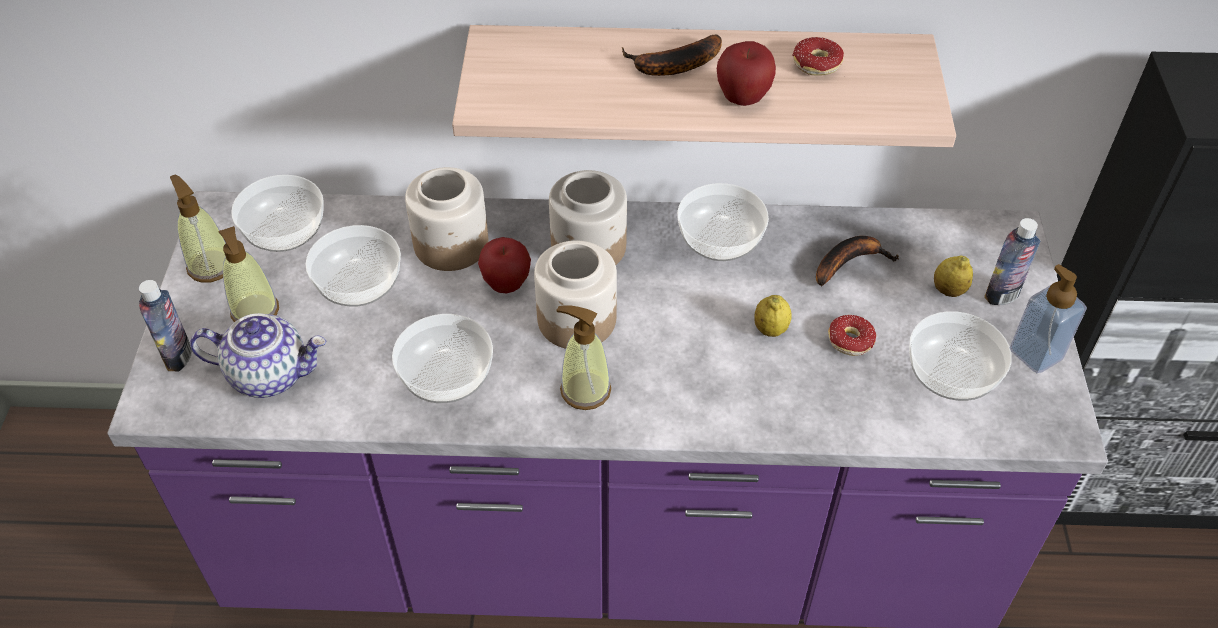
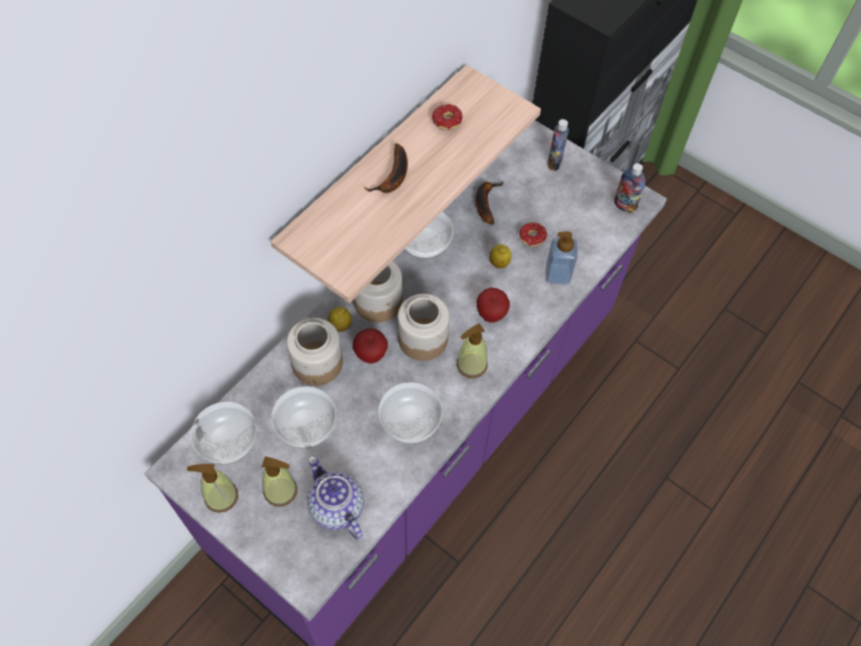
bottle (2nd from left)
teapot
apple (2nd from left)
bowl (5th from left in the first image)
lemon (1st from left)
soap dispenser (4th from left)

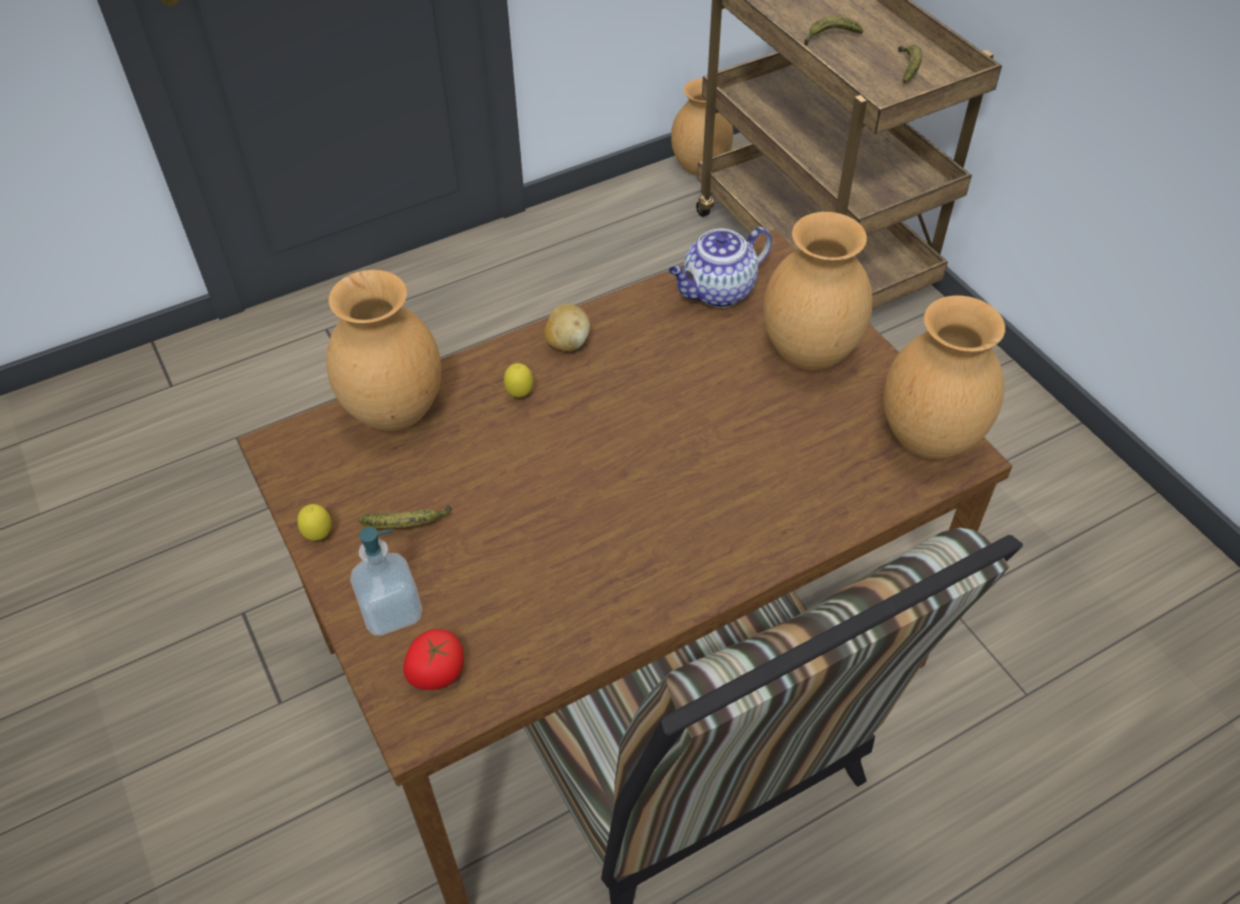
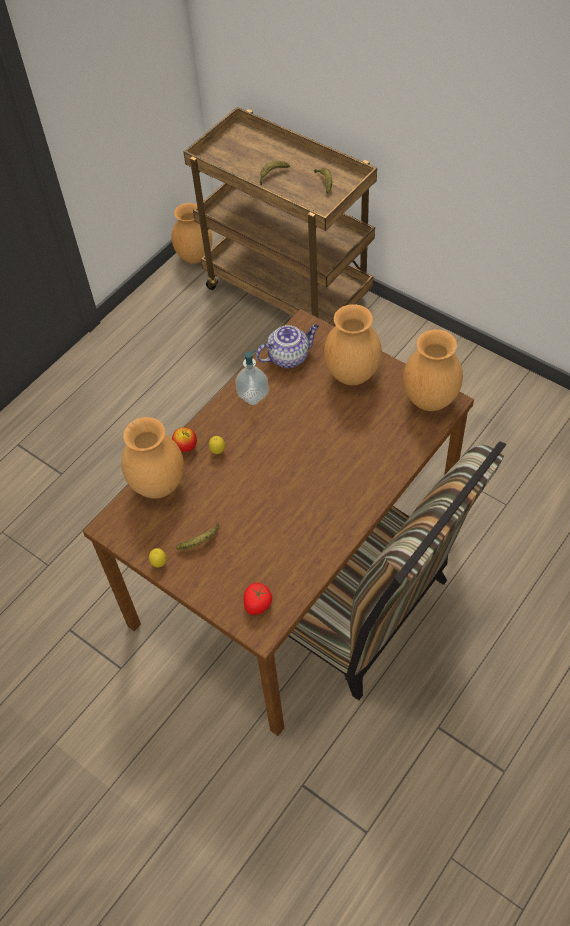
soap dispenser
potato
teapot
apple

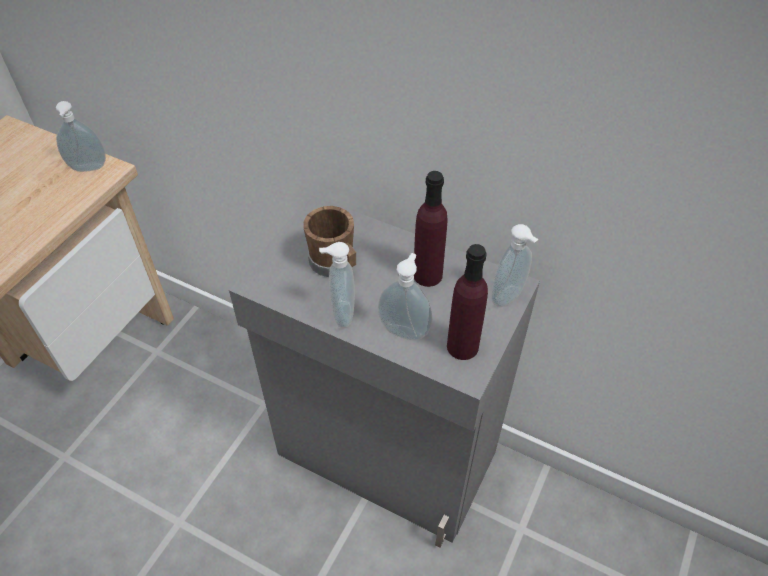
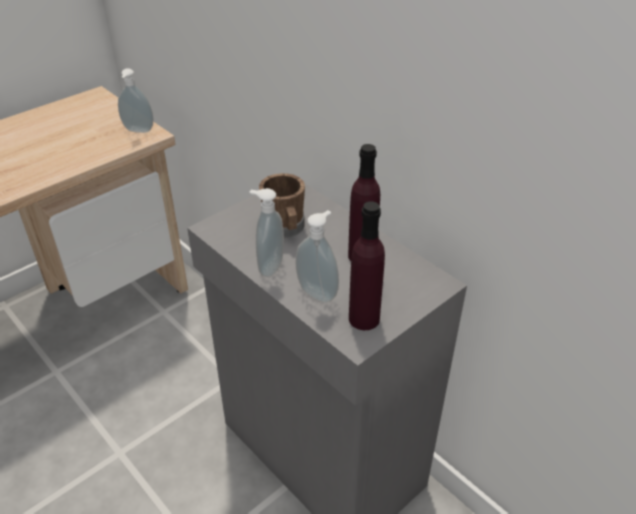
soap dispenser (4th from left in the first image)

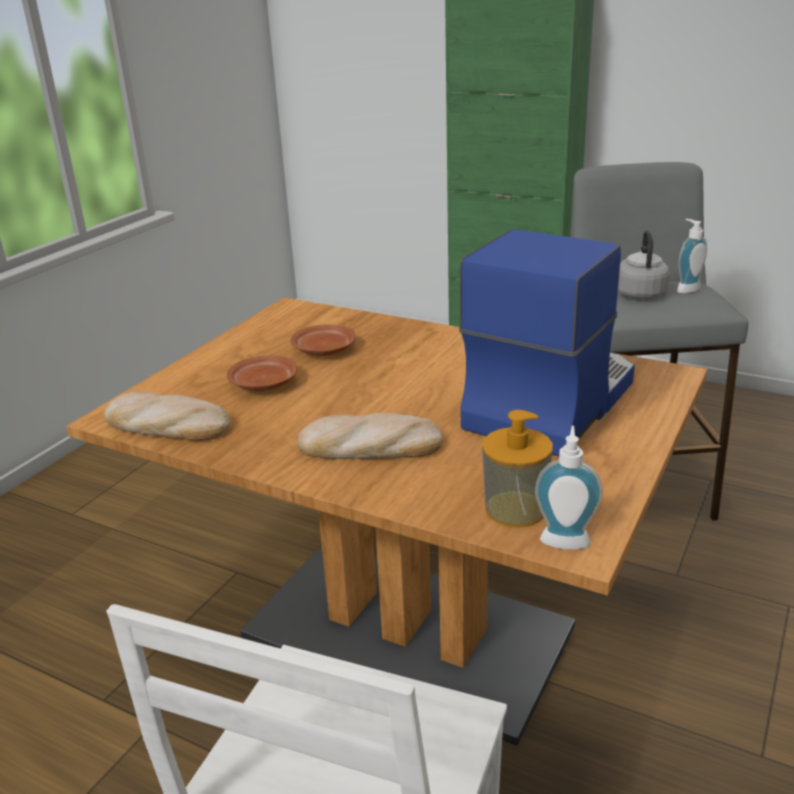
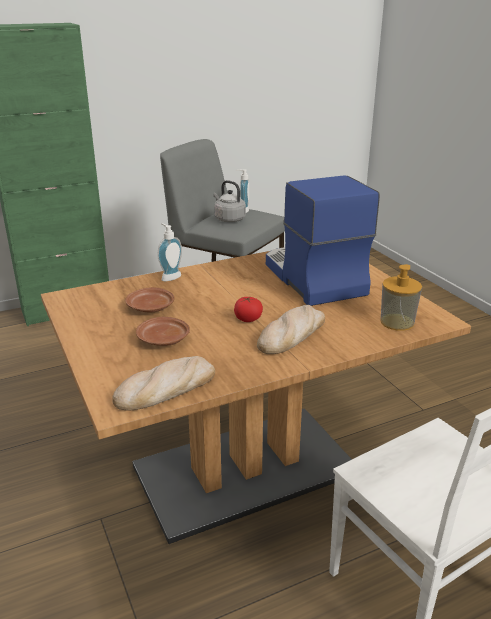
soap dispenser (1st from left)
tomato

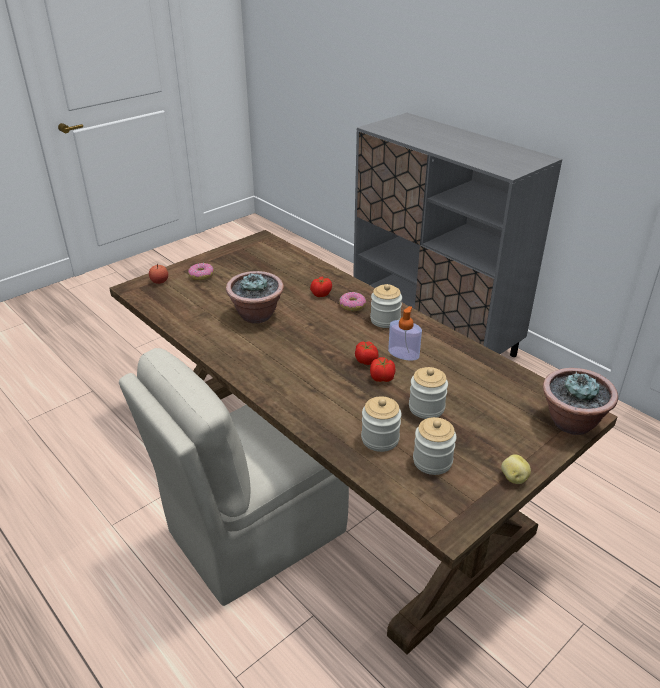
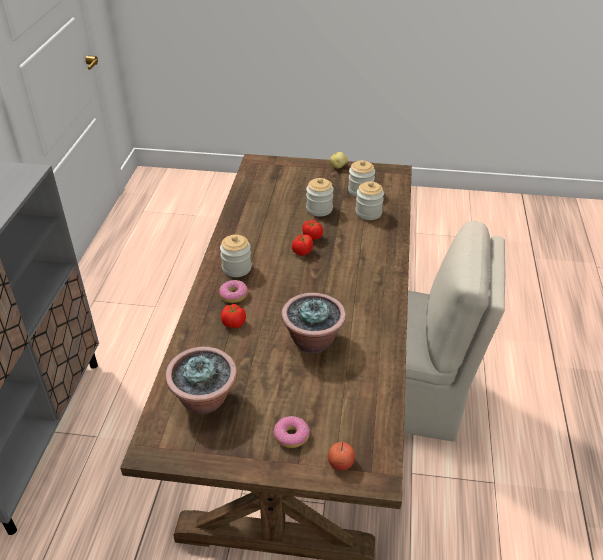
soap dispenser
potted plant (1st from left)

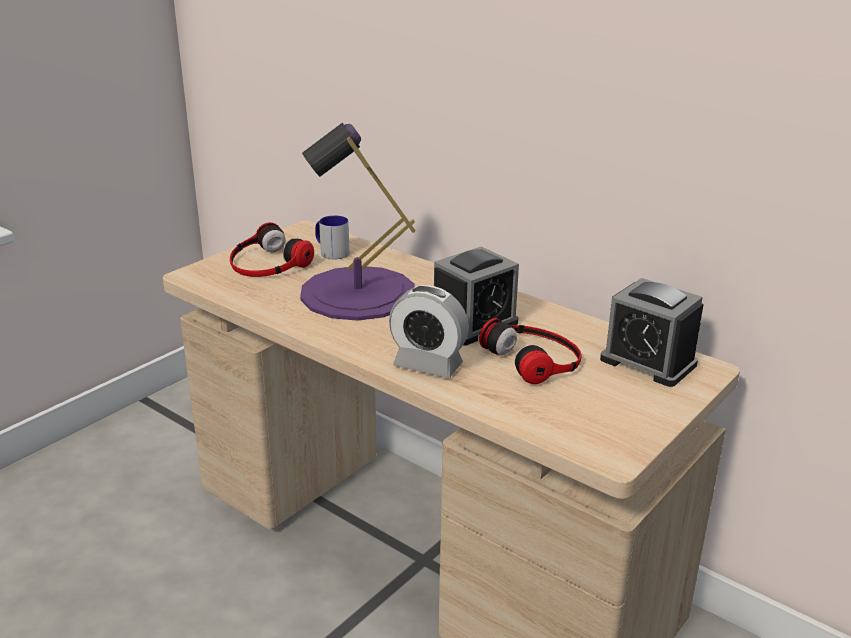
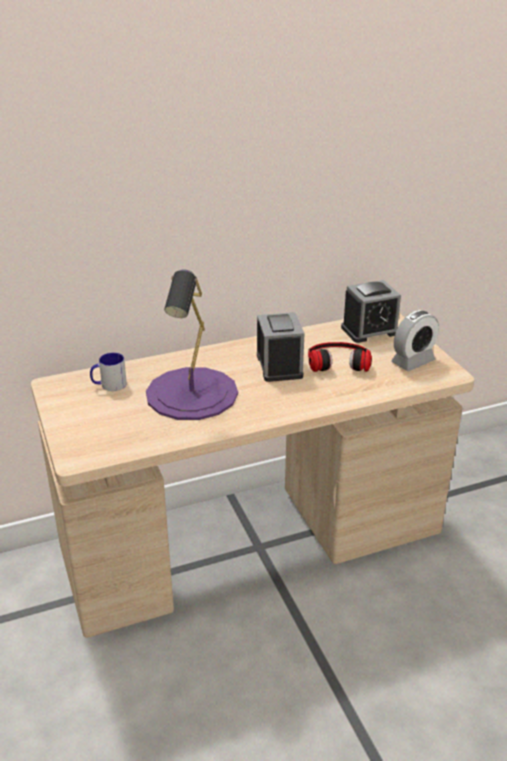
headphones (1st from left in the first image)
alarm clock (3rd from left)

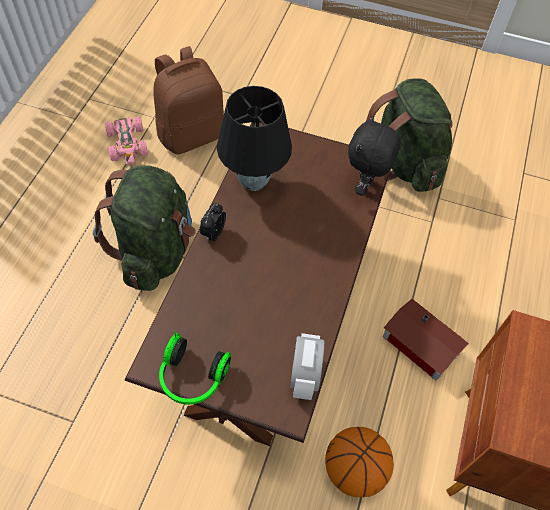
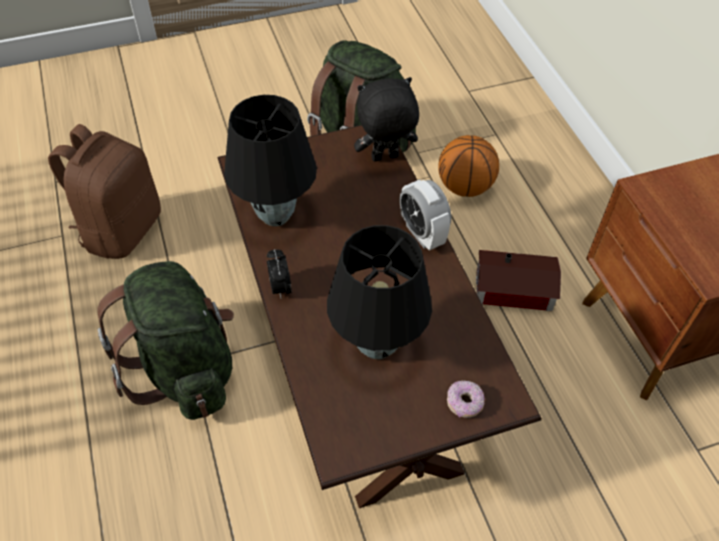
pink toy car
headphones
alarm clock (2nd from left)
basketball
black plush toy
black table lamp (2nd from left)
donut

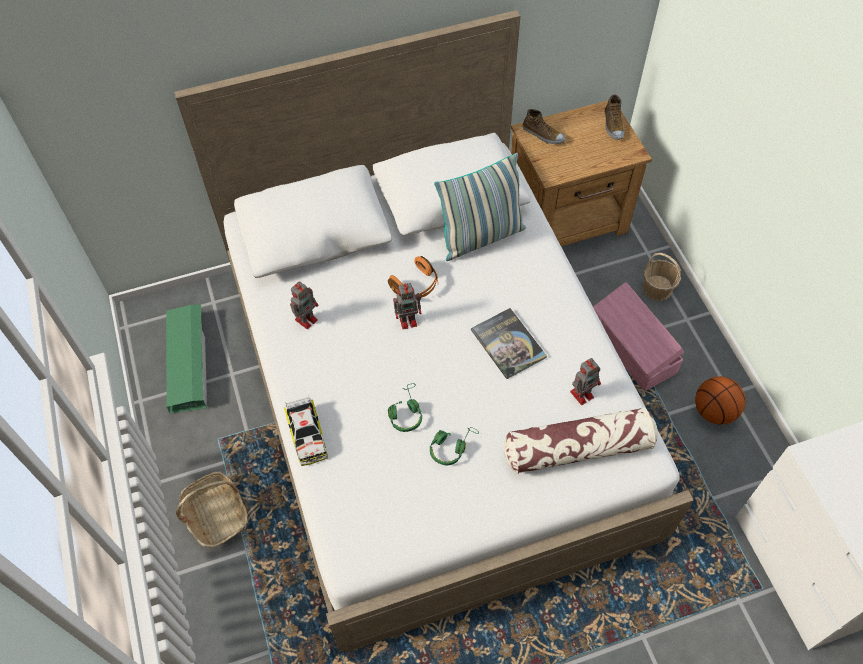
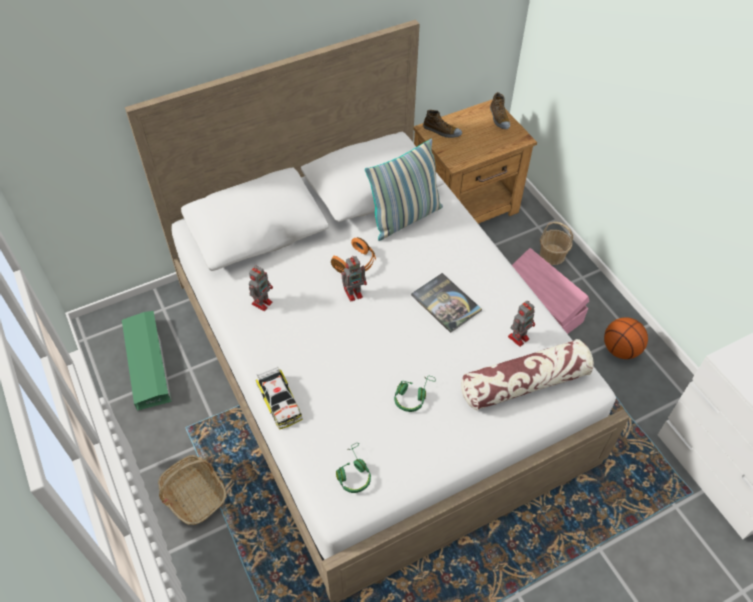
green headphones (1st from left)

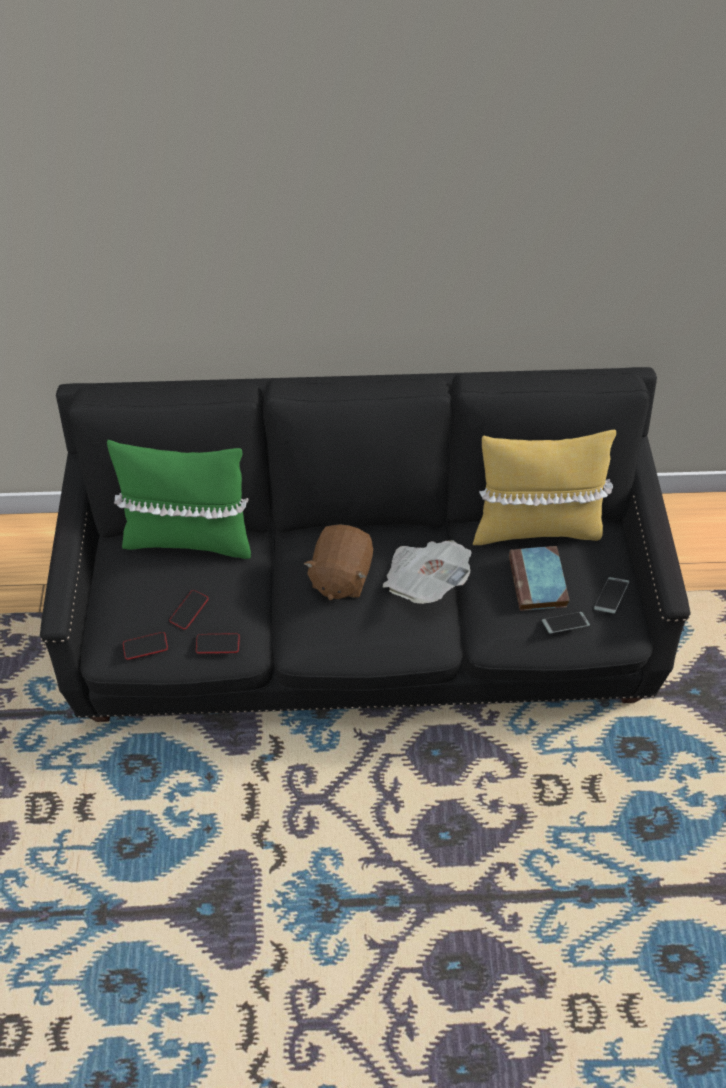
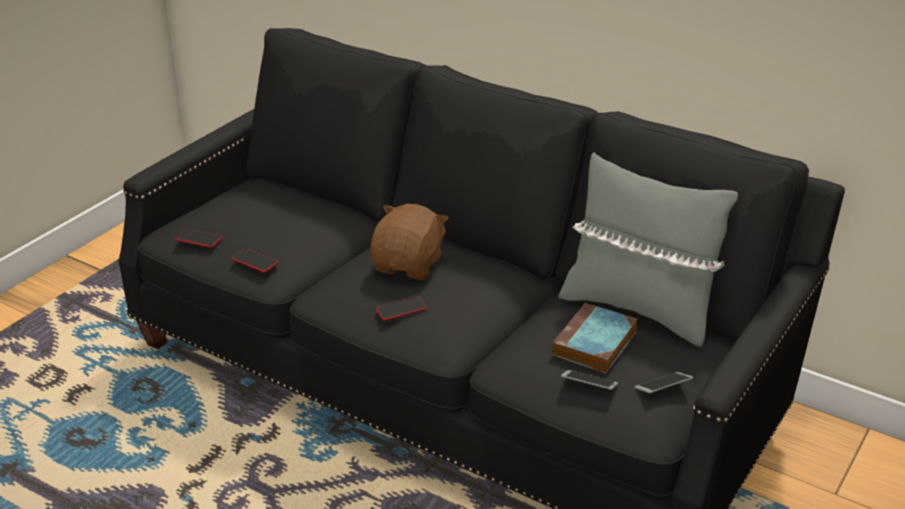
green pillow
phone (3rd from left)
brown plush toy
newspaper
grey pillow

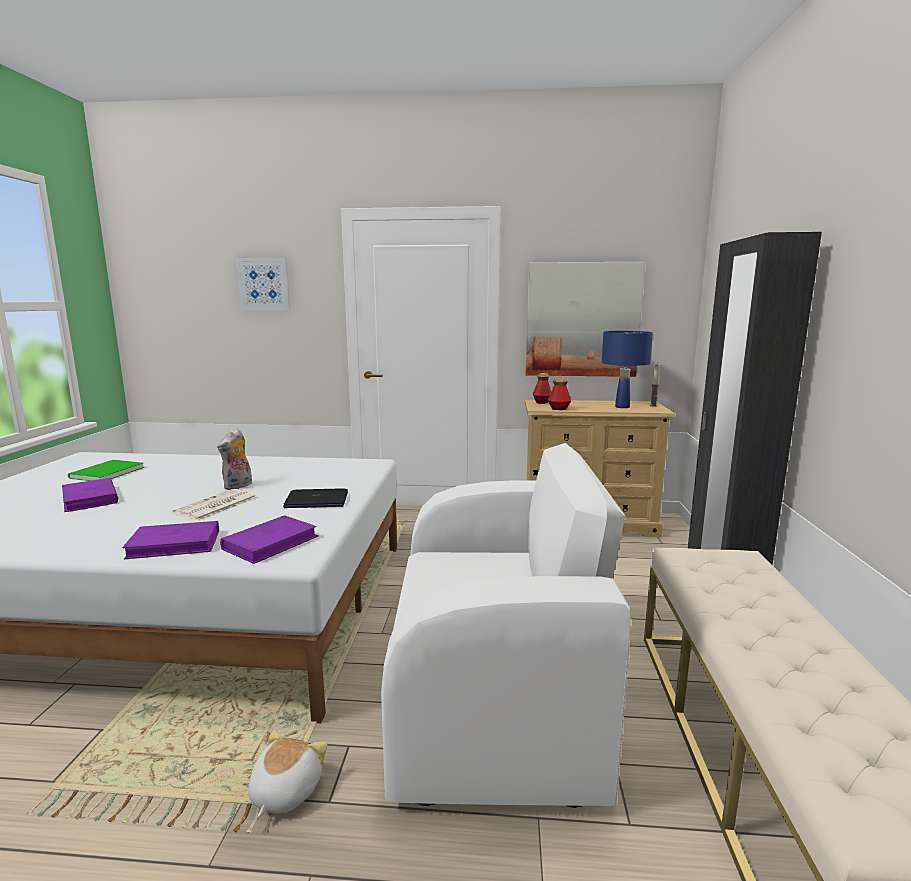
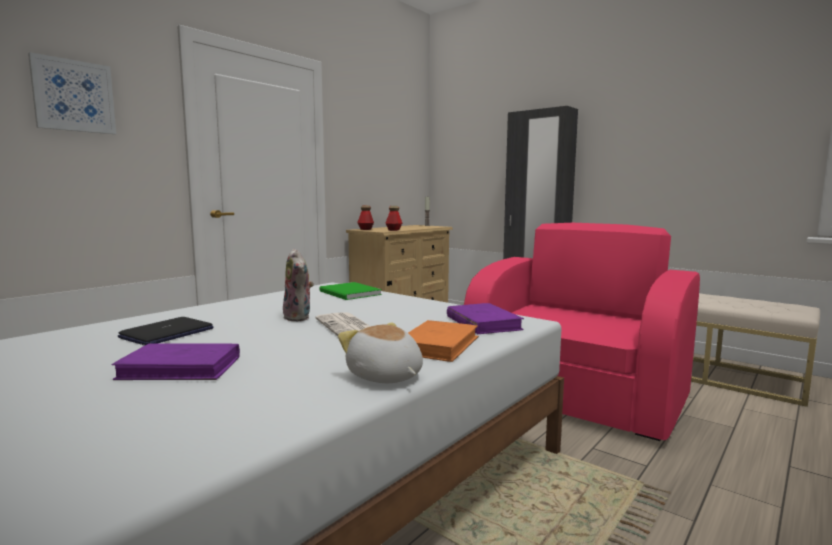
green book
orange book
plush toy (2nd from left)
laptop
pink armchair
picture (2nd from left in the first image)
blue table lamp

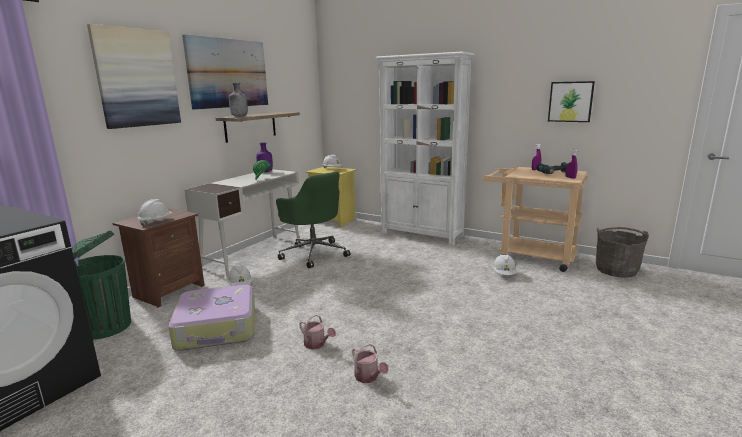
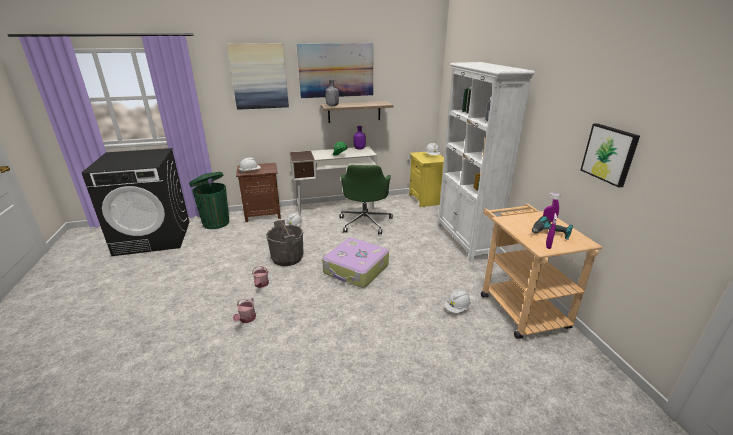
suitcase
grey bucket

